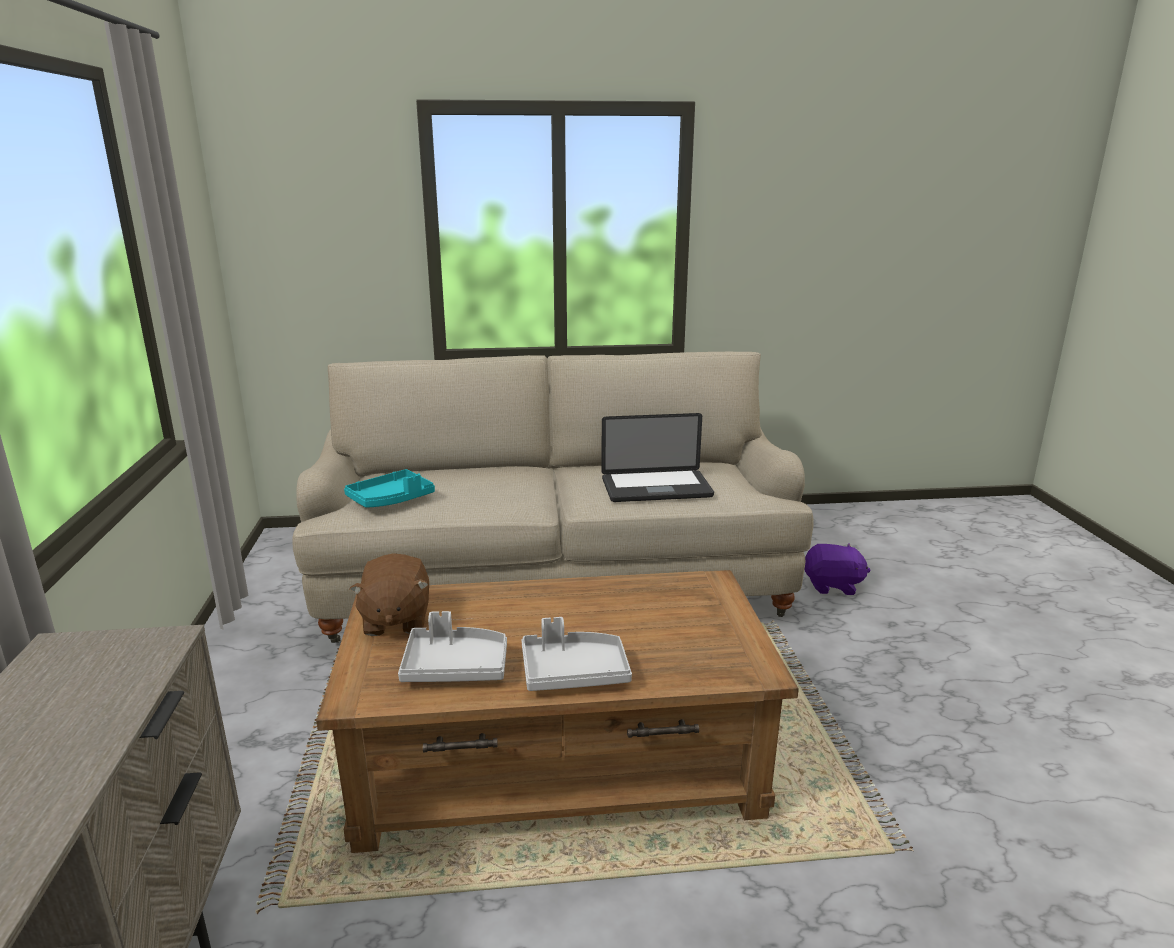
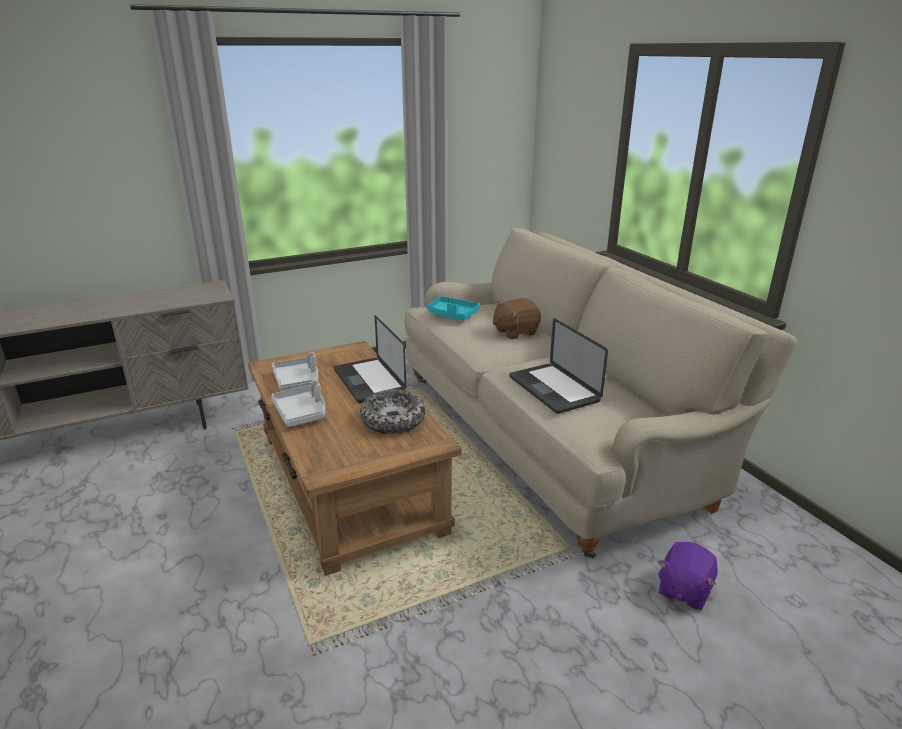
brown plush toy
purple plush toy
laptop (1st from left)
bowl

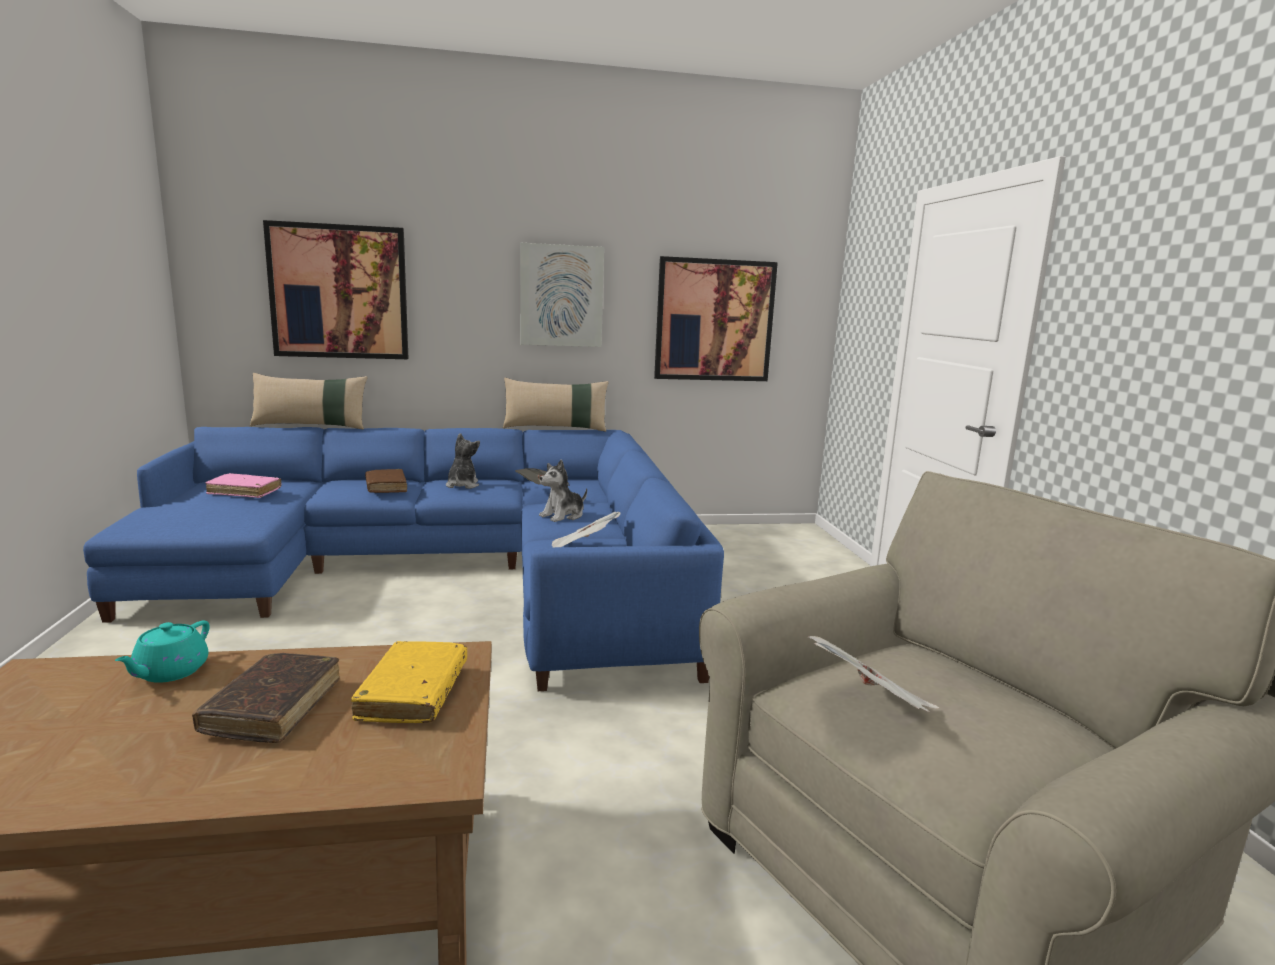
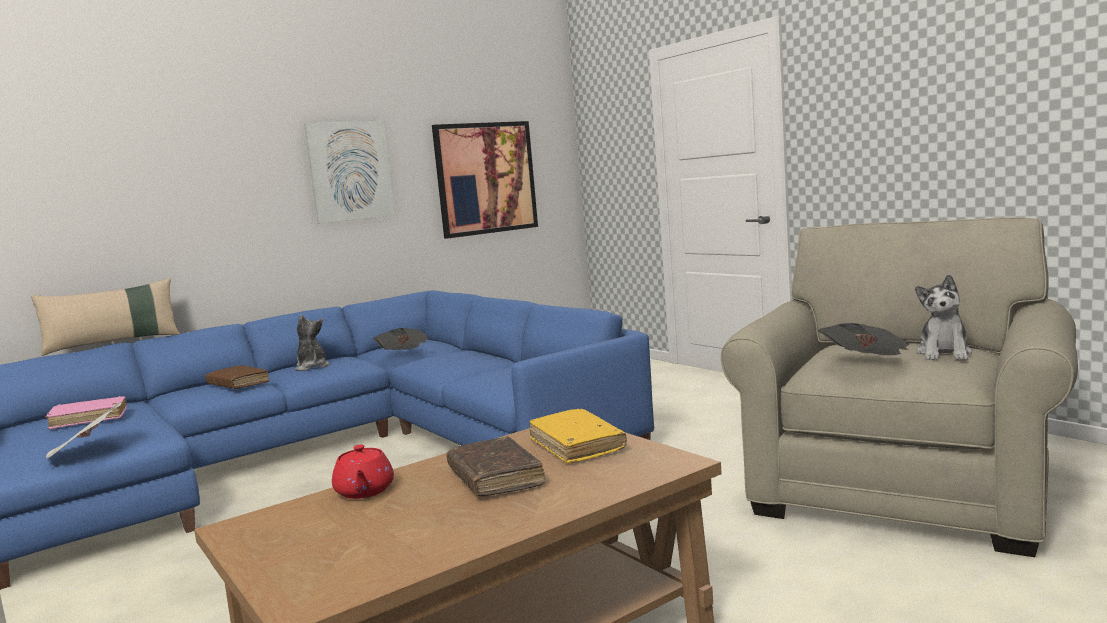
red teapot
picture (1st from left in the first image)
beige pillow (2nd from left in the first image)
plush toy (2nd from left)
newspaper (1st from left)

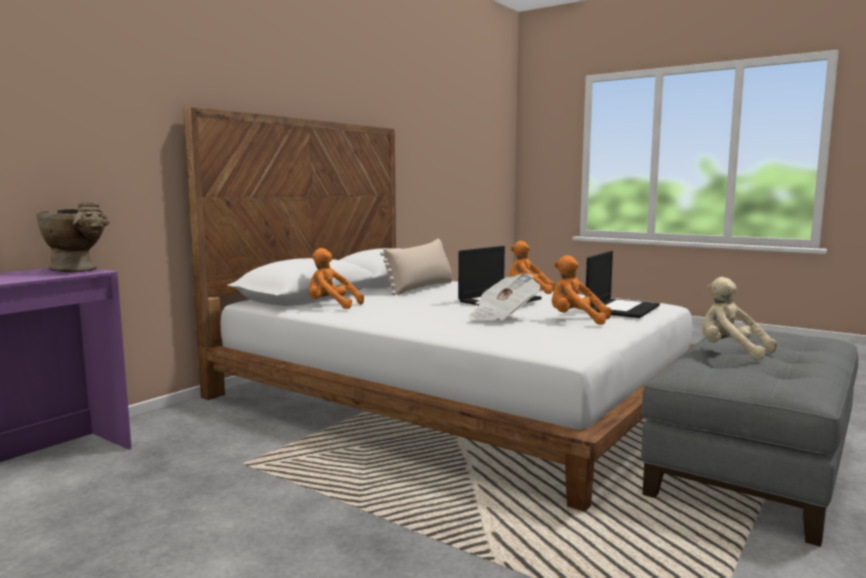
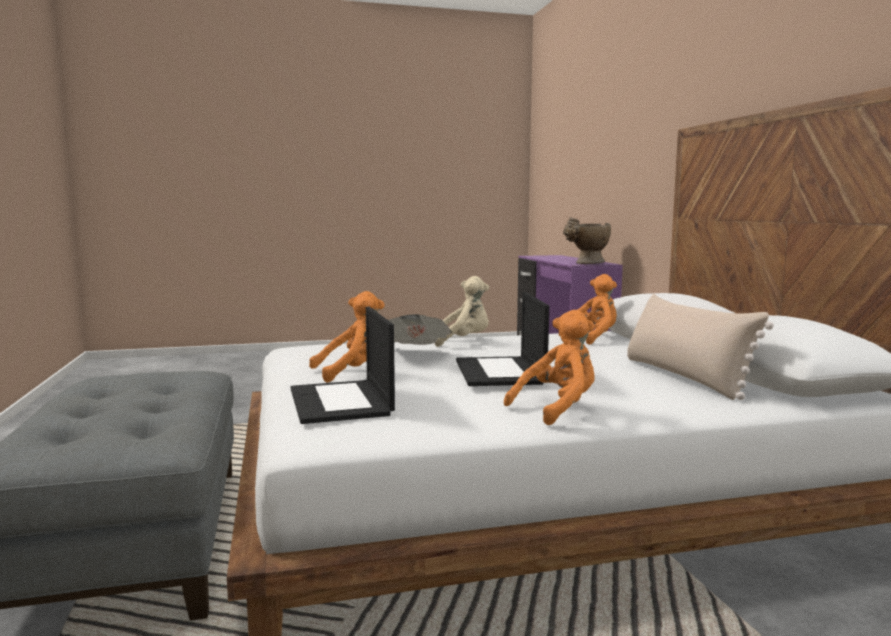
beige plush toy

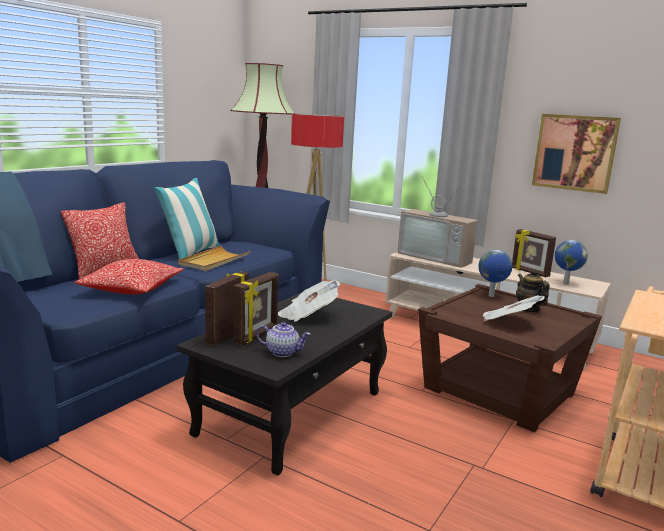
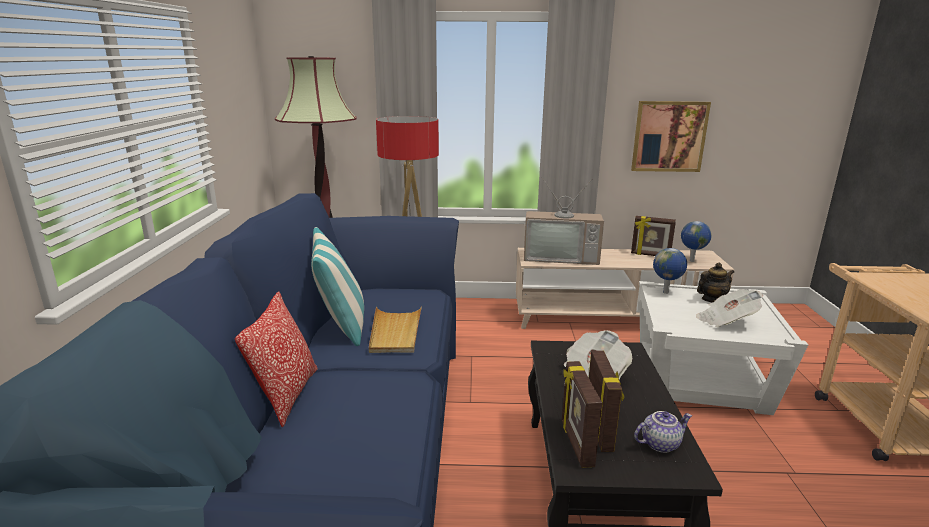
pillow (2nd from left in the first image)
white side table
teapot (2nd from left)

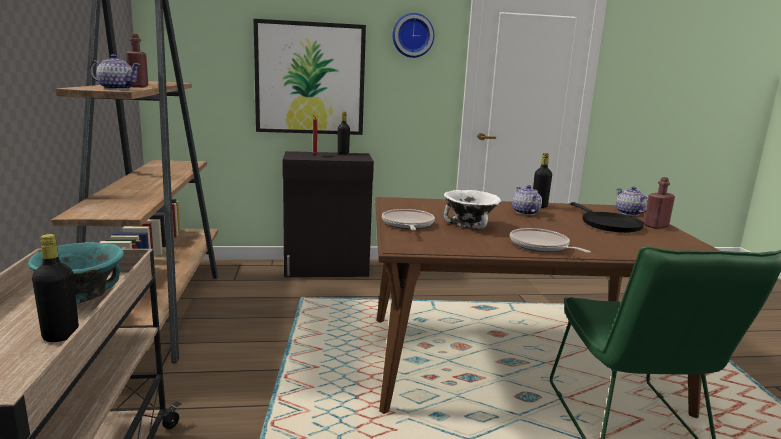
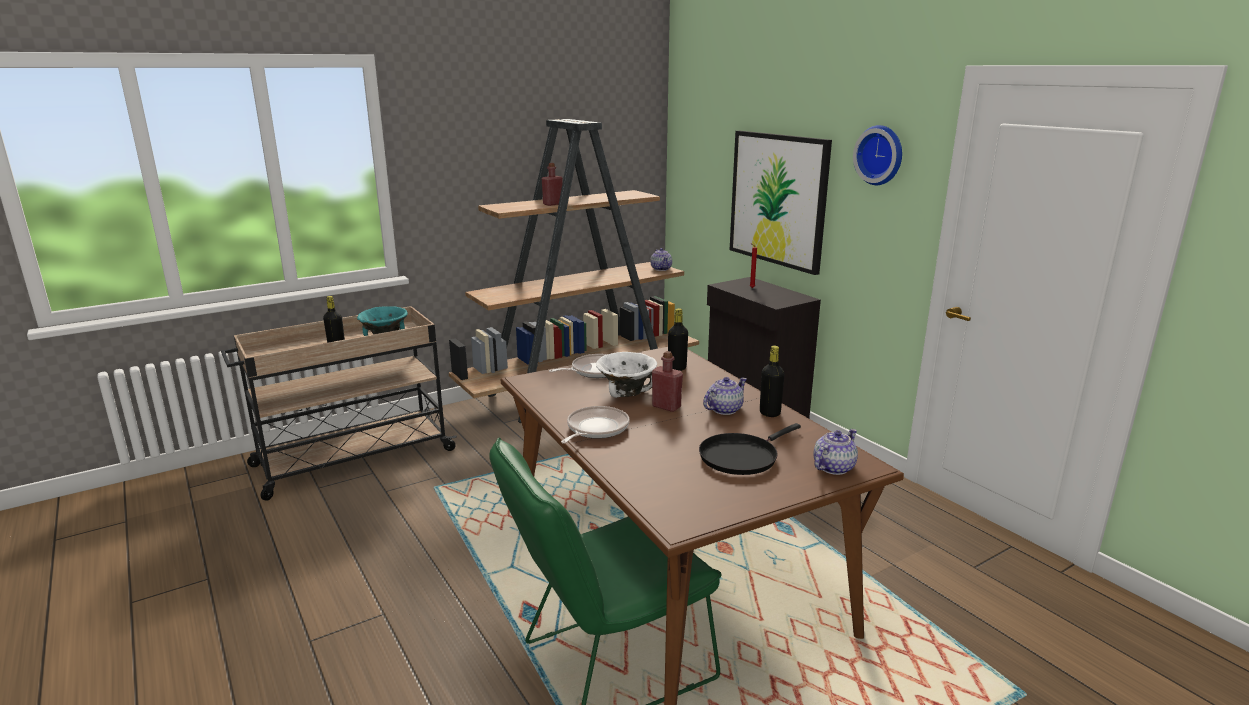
teapot (1st from left)
black bottle (2nd from left)
red bottle (2nd from left)

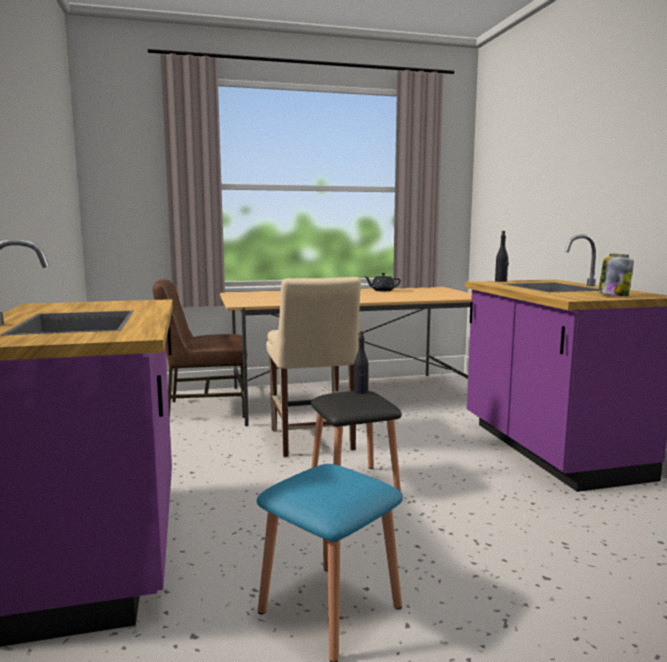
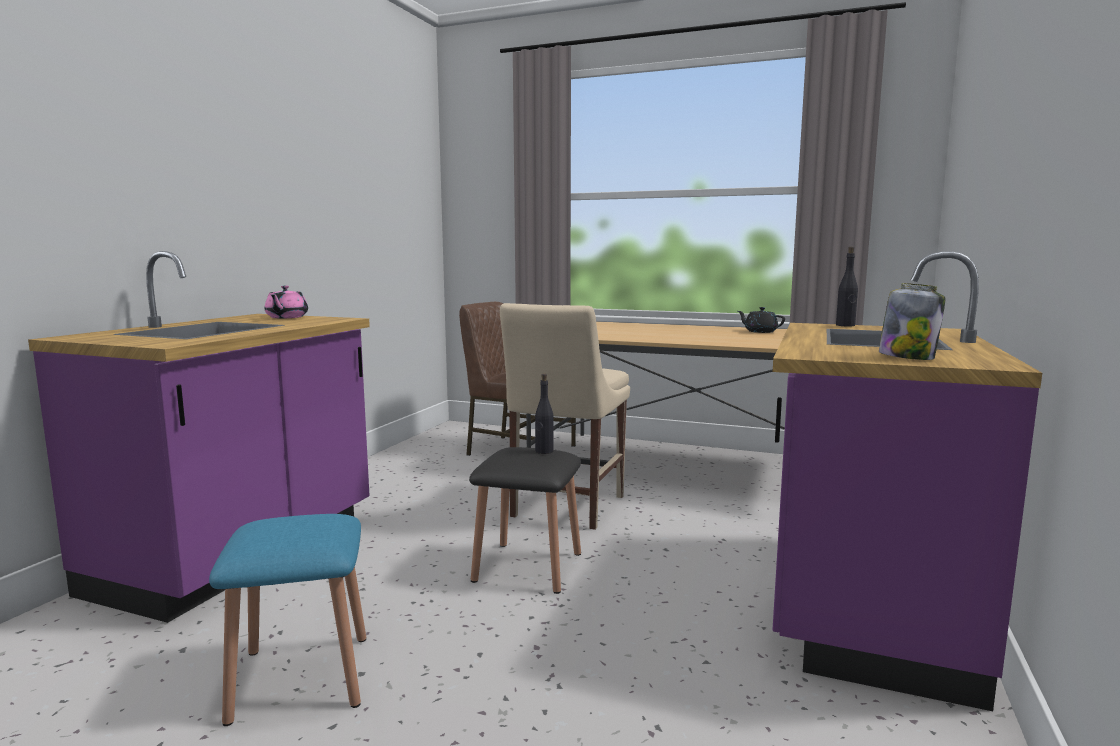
pink teapot

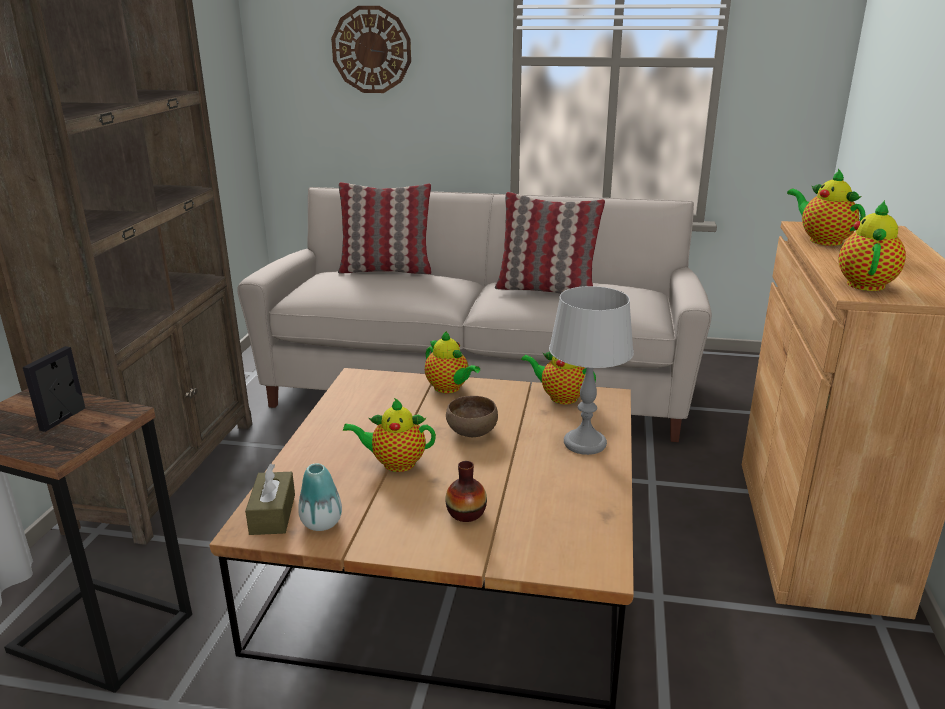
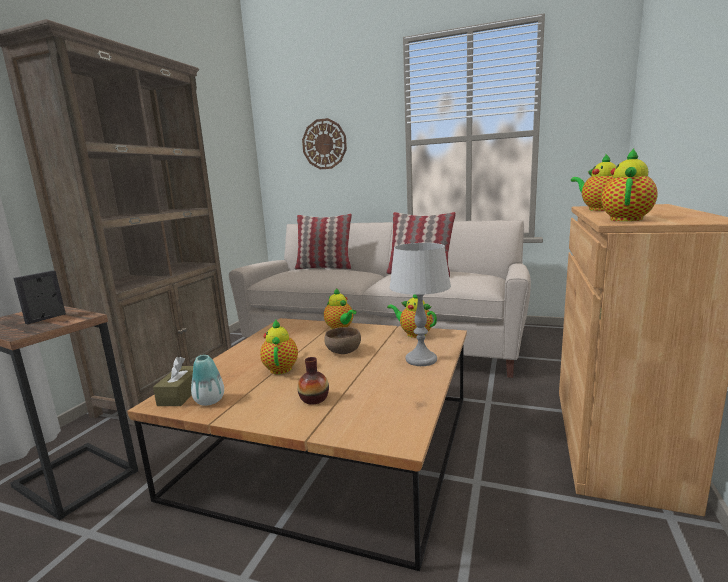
teapot (1st from left)

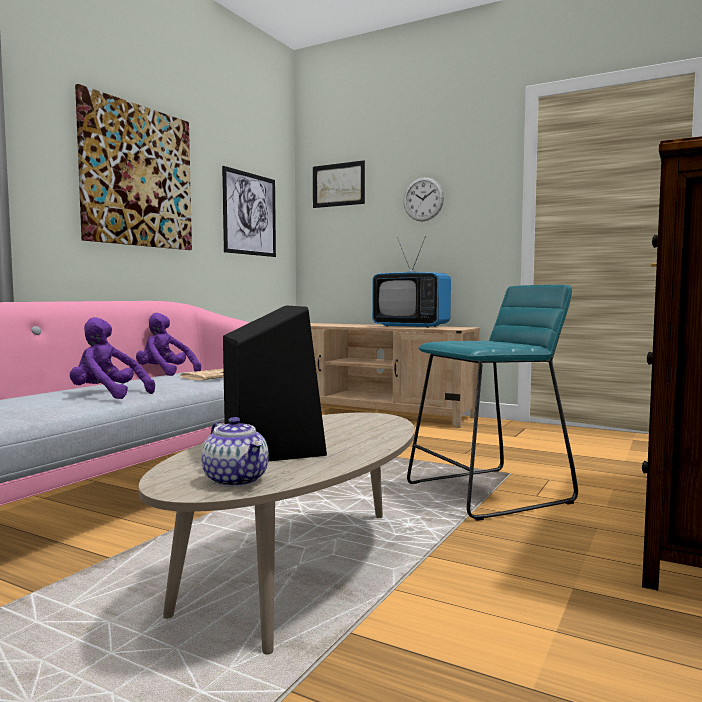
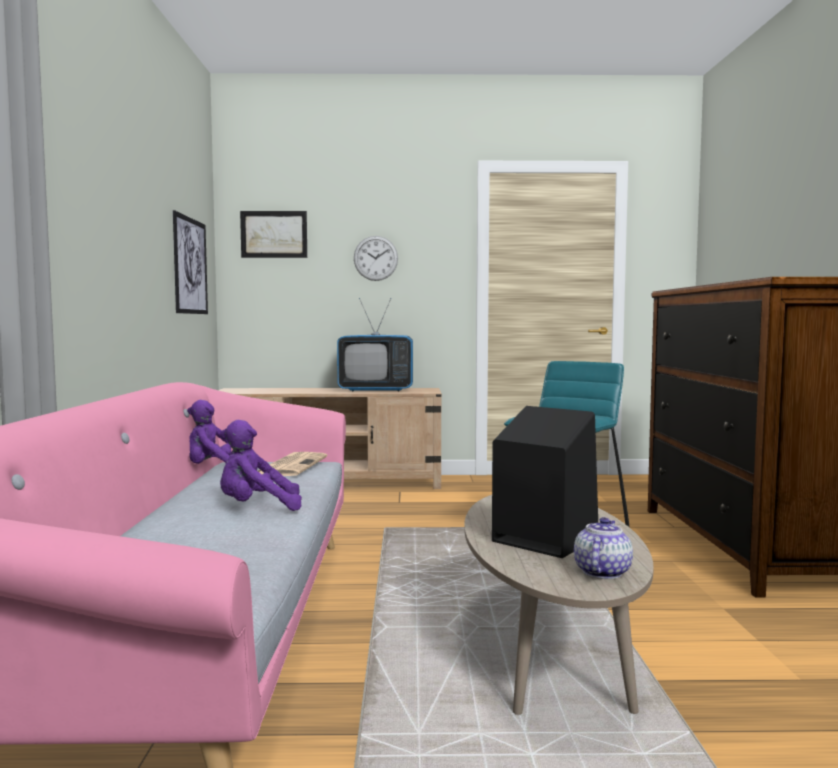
picture (1st from left in the first image)
teapot

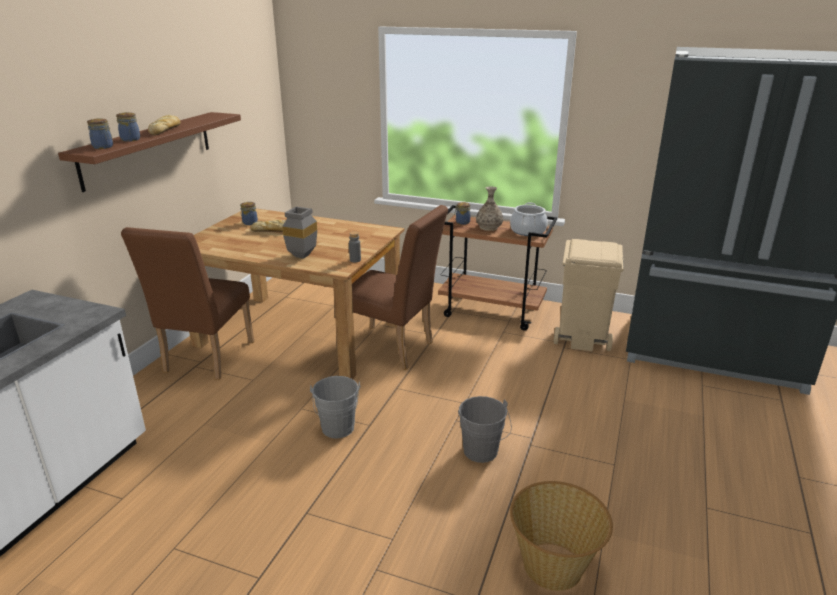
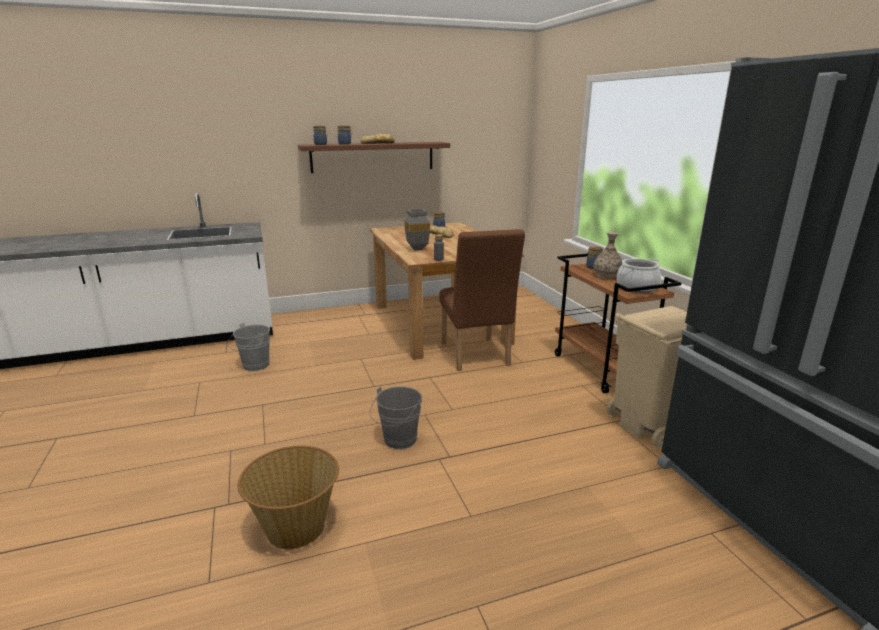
brown chair (1st from left in the first image)
grey bucket (1st from left)

